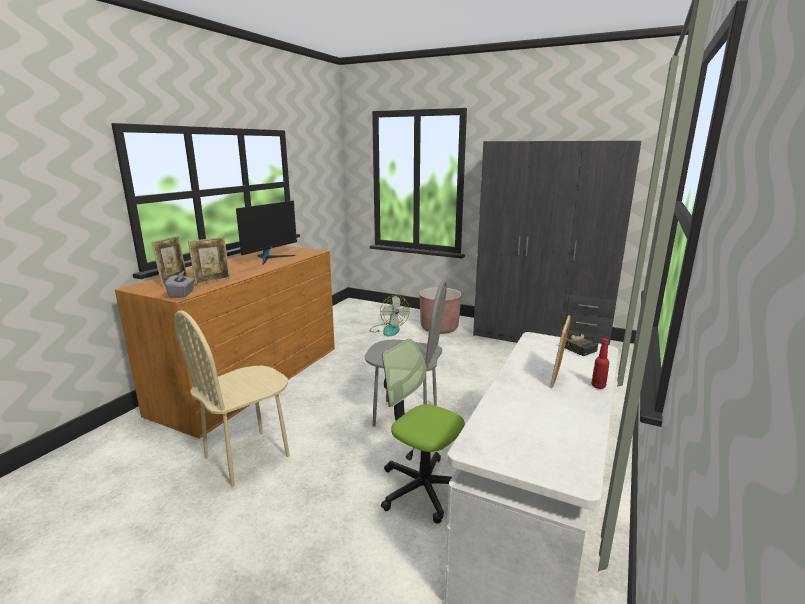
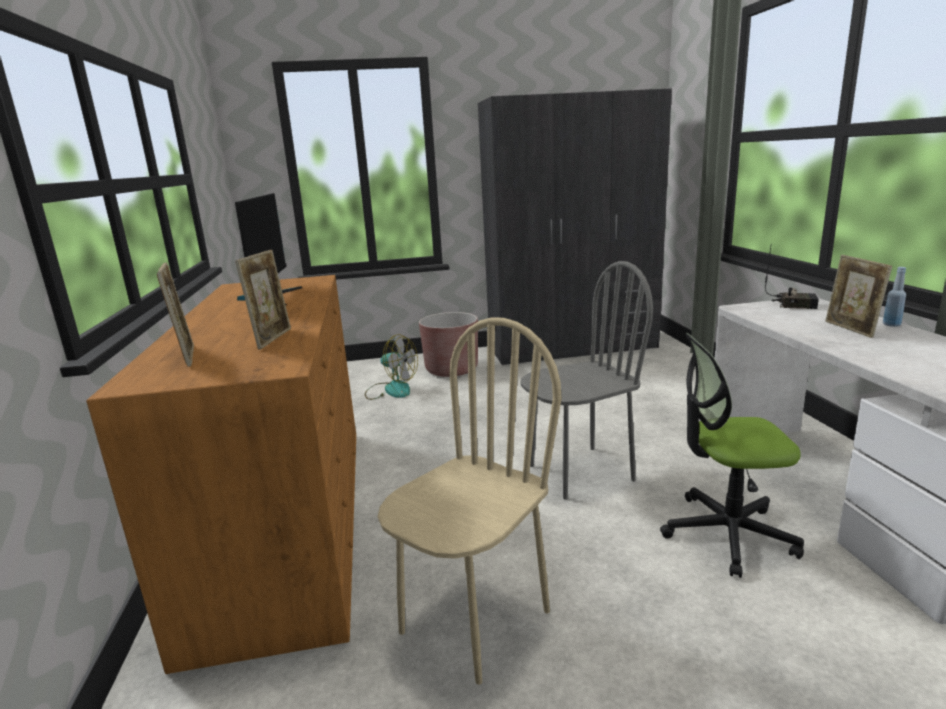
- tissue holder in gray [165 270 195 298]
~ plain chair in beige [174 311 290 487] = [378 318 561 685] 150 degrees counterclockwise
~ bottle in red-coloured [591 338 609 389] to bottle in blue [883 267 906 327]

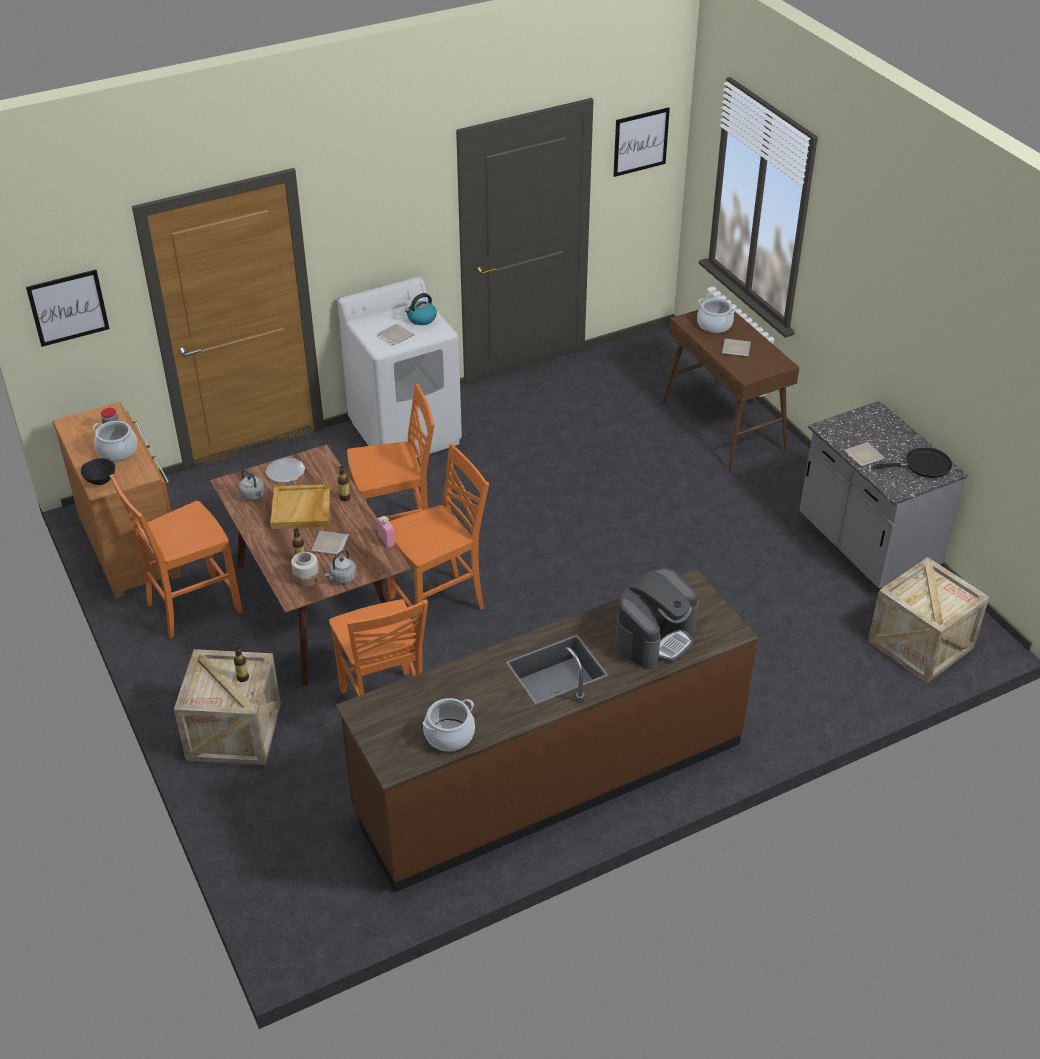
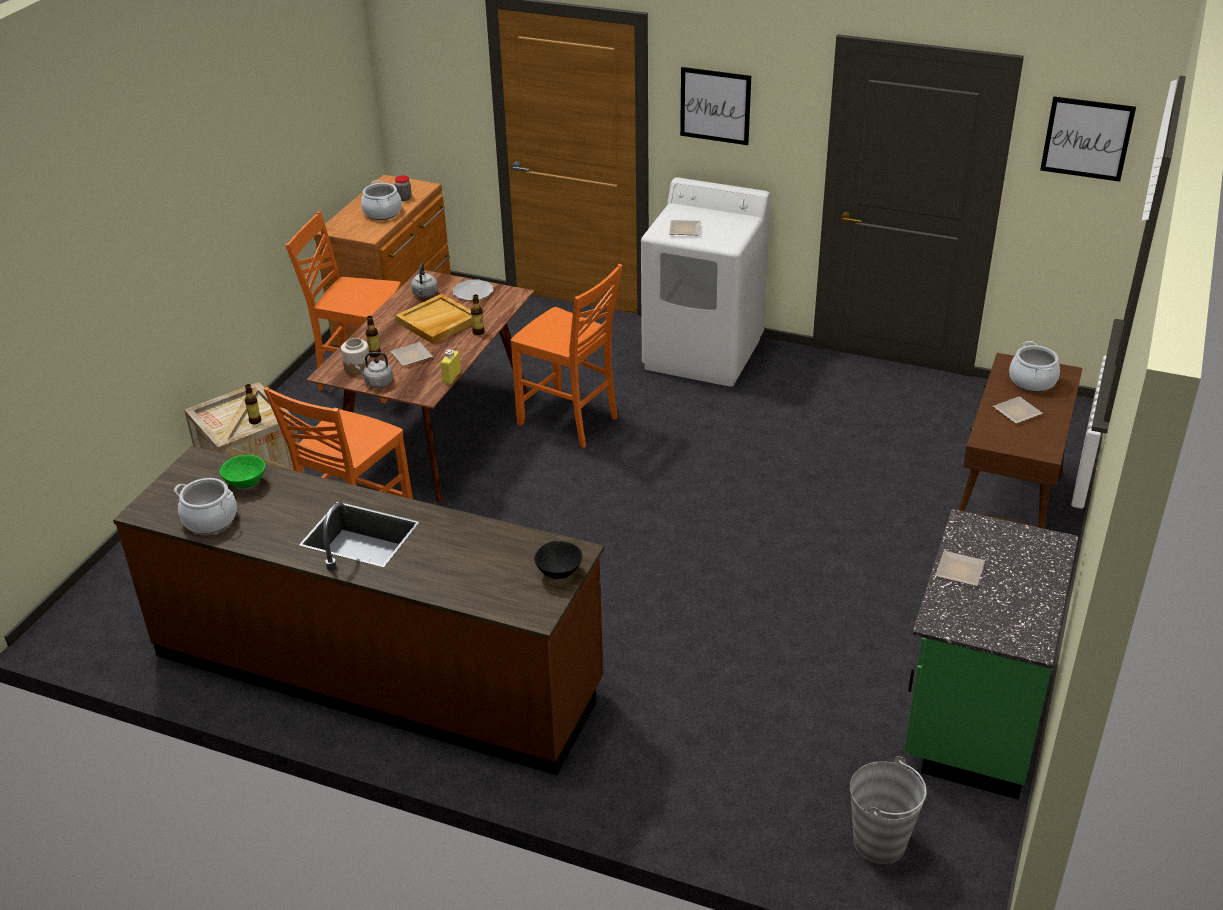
~ wall art [26 269 110 347] to [680 67 751 145]
- tea kettle [405 293 437 325]
~ kitchen counter in gray [799 401 968 589] to kitchen counter in green-coloured [904 509 1078 800]
- plain chair in orange [387 443 489 629]
- skillet in black-coloured [873 447 952 478]
~ bowl in black-coloured [81 458 115 485] to [534 541 582 579]
~ bottle in pink [377 516 395 548] to bottle in yellow-coloured [441 349 461 384]
~ packing crate [868 557 989 683] to pail in gray [850 756 927 864]
- coffee machine [615 568 698 669]
+ bowl in green-coloured [219 455 265 488]

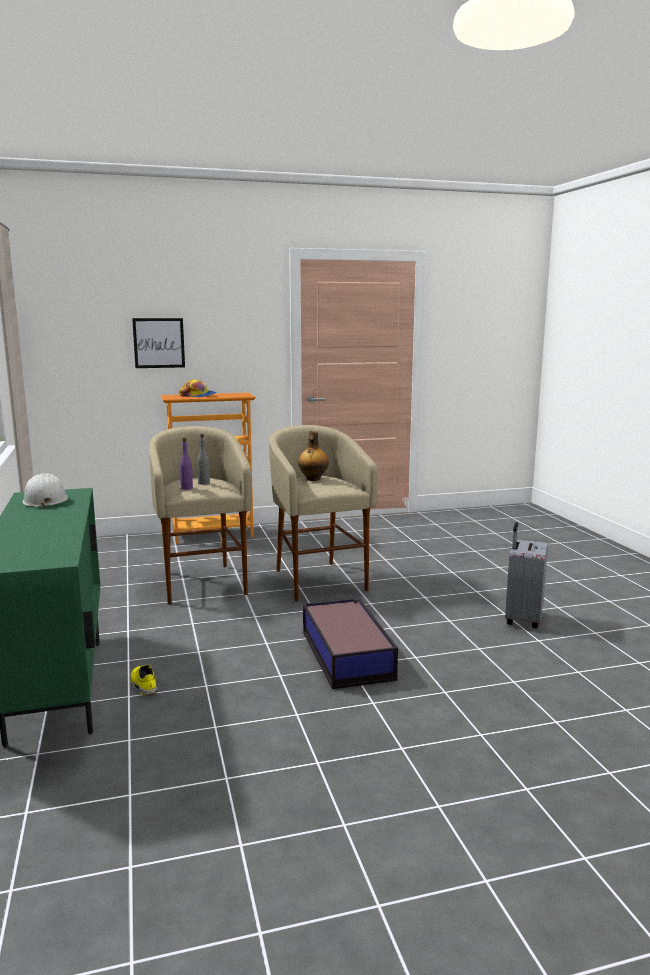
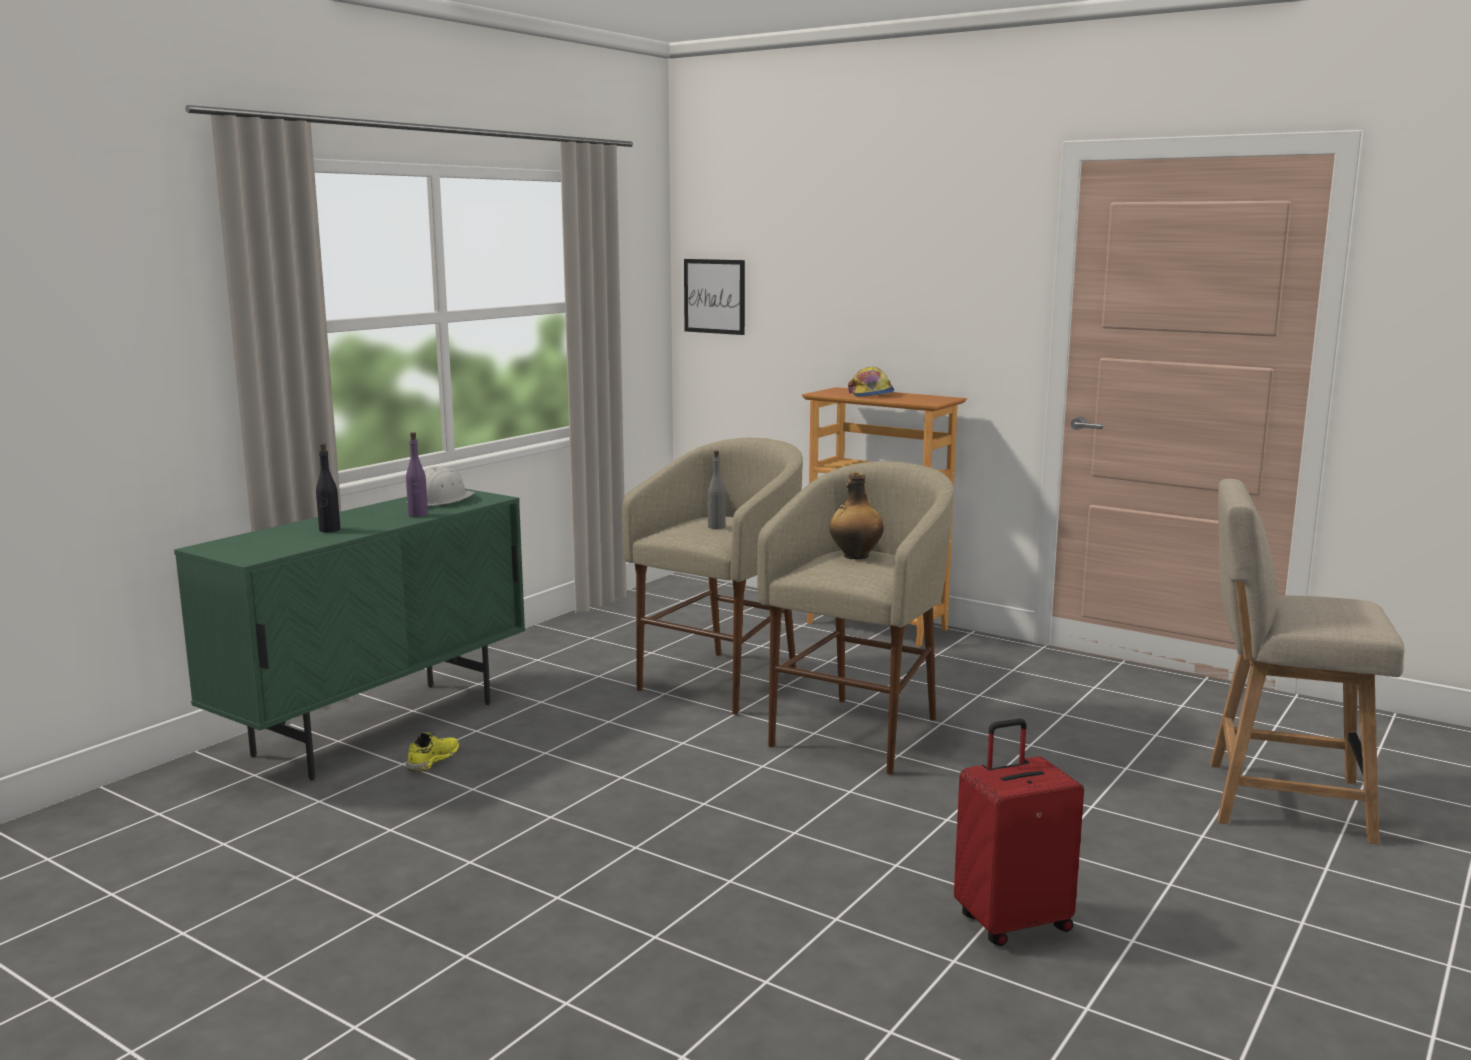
~ wall art [132 318 185 368] to [684 259 745 335]
~ bottle in purple [180 437 193 490] to [406 432 428 517]
~ suitcase in gray [505 522 548 629] to suitcase in red-coloured [954 718 1084 946]
- storage container [303 598 398 689]
+ bottle in black-coloured [316 443 340 532]
+ plain chair in beige [1210 479 1404 844]

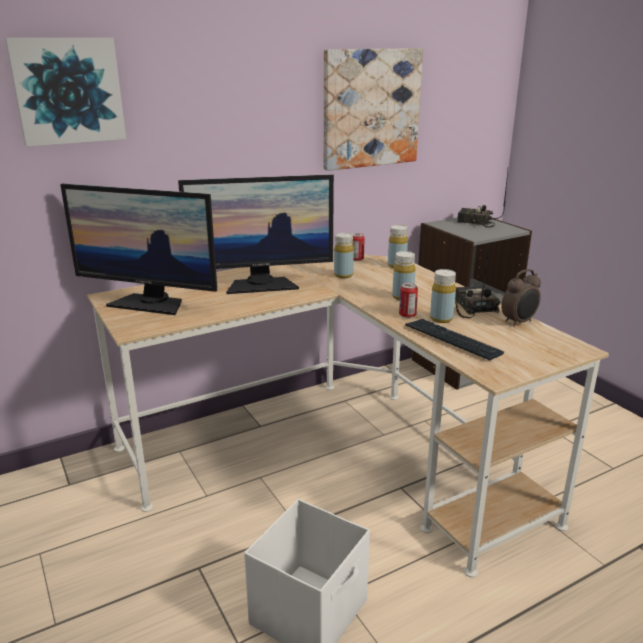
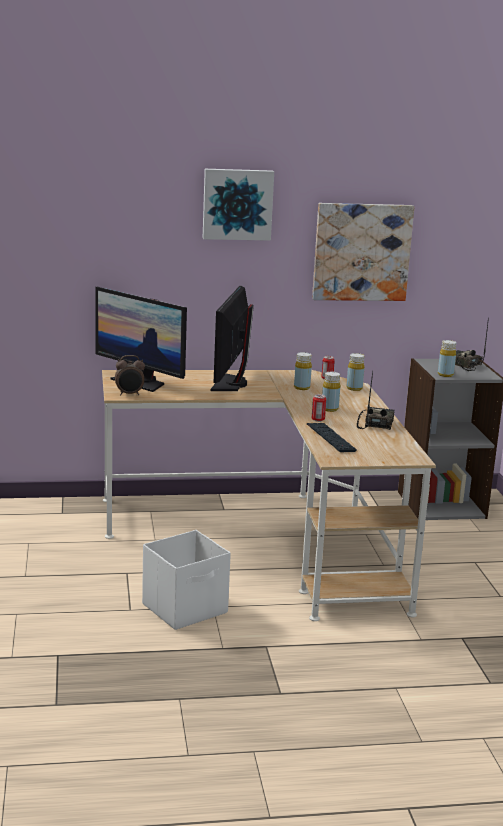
~ wall art [5 38 126 147] to [203 169 274 241]
~ computer display [178 174 334 294] = [211 286 254 391] 90 degrees clockwise
~ bottle in yellow-coloured [430 269 456 323] to [438 340 456 377]
~ alarm clock [501 269 541 327] to [115 355 145 395]

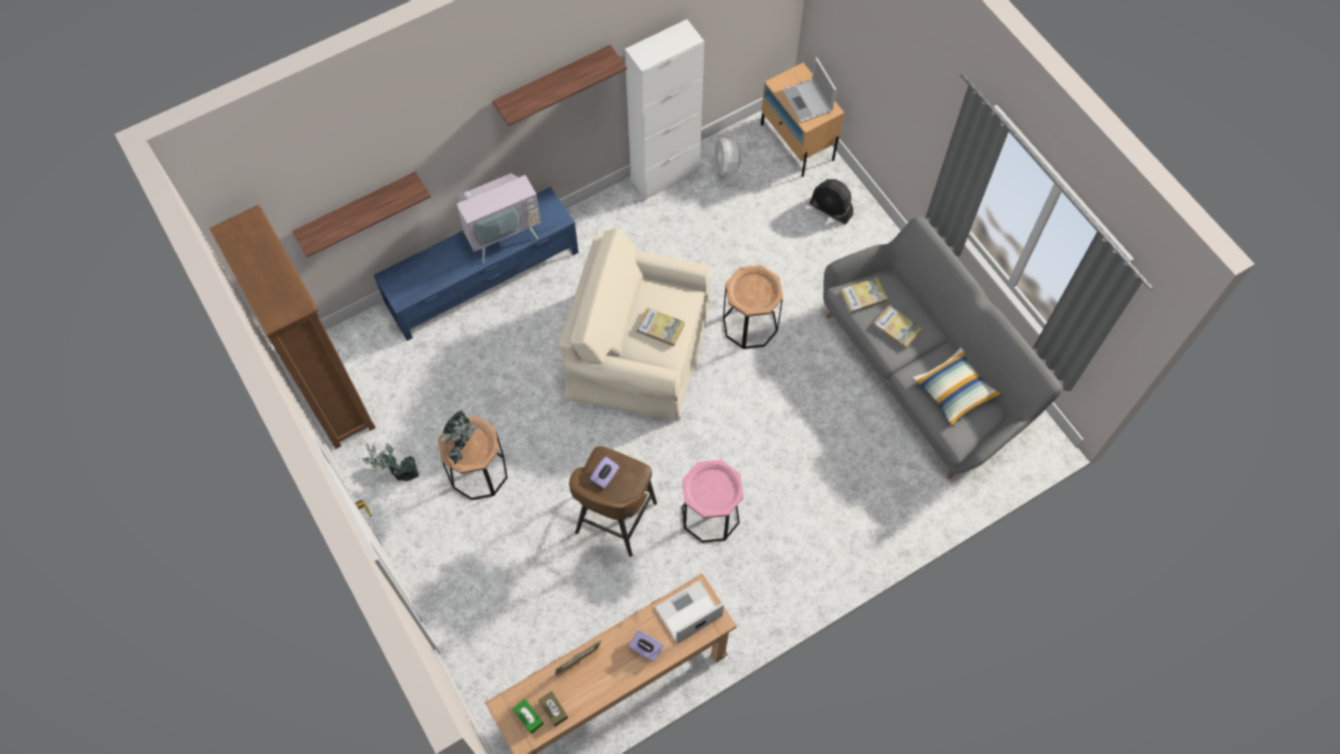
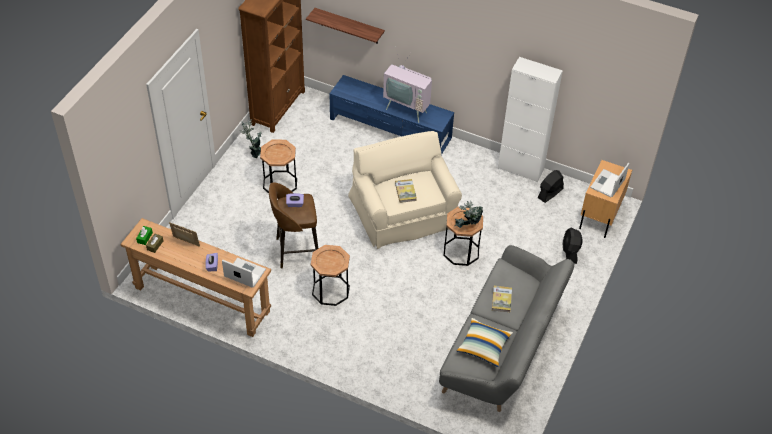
- shelf [492 45 627 126]
~ cooling fan in white [714 137 741 188] to cooling fan in black-coloured [538 170 564 203]
- bound book [840 277 888 314]
~ plant in a pot [441 410 479 465] to [455 201 483 228]
~ accent table in pink [682 460 744 543] to accent table in brown [311 245 350 306]

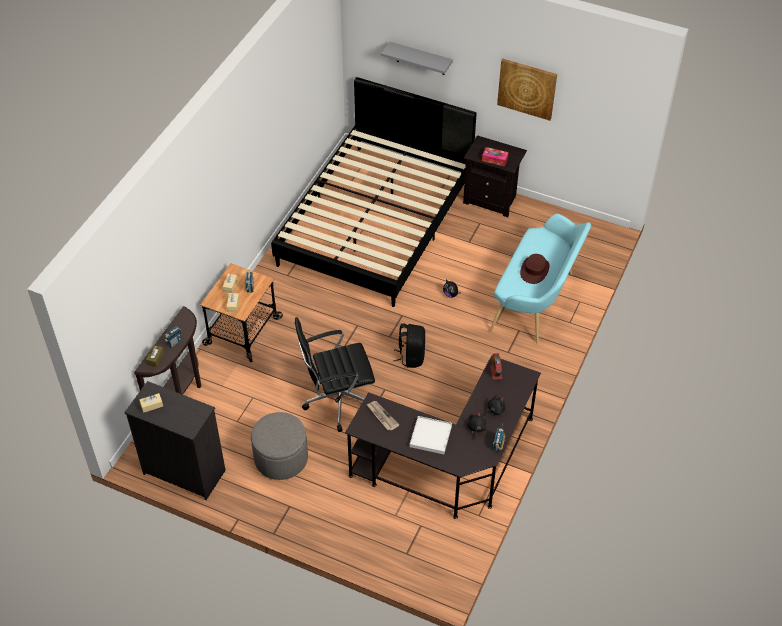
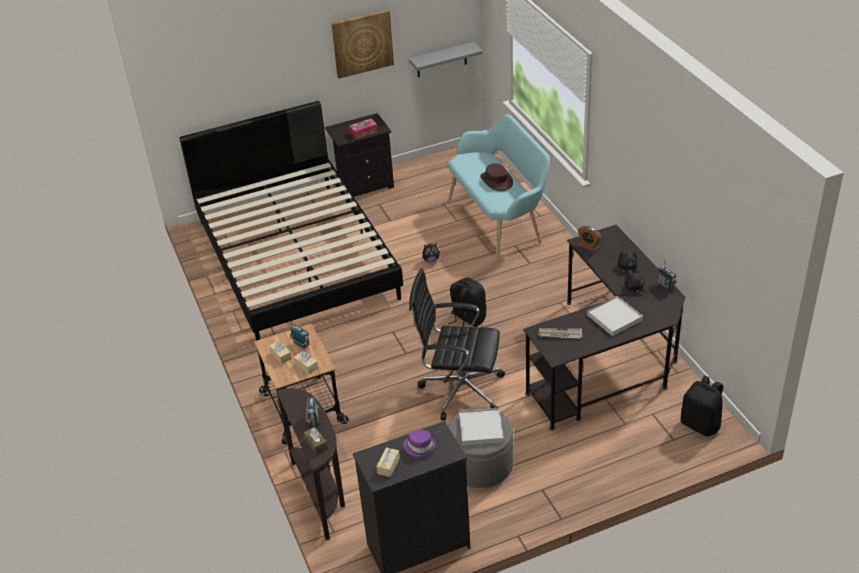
~ shelf in gray [381 42 453 75] to [409 42 483 77]
~ computer chair in black-coloured [295 317 375 432] = [409 268 505 420] 75 degrees clockwise
+ knapsack in black-coloured [681 375 723 436]
+ serving tray in white [459 408 504 445]
+ wearable hat in purple [403 430 436 457]

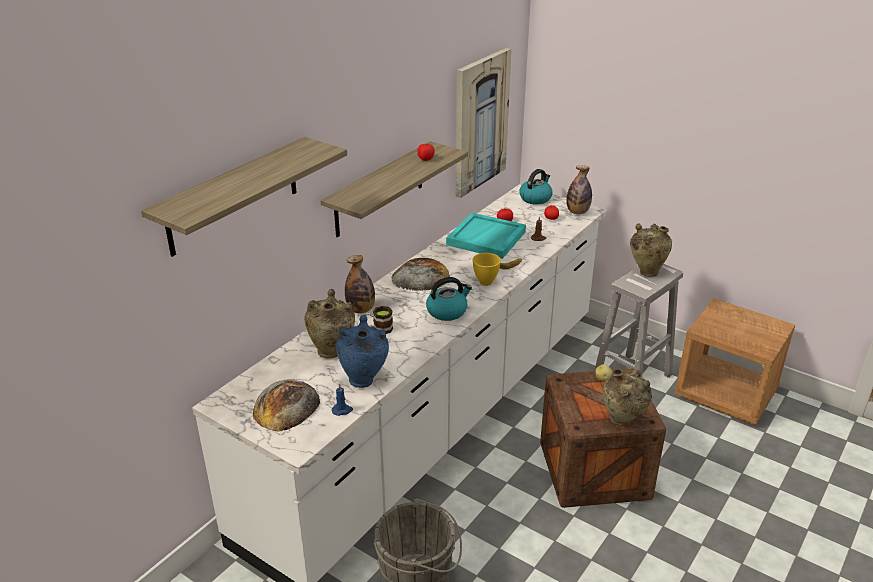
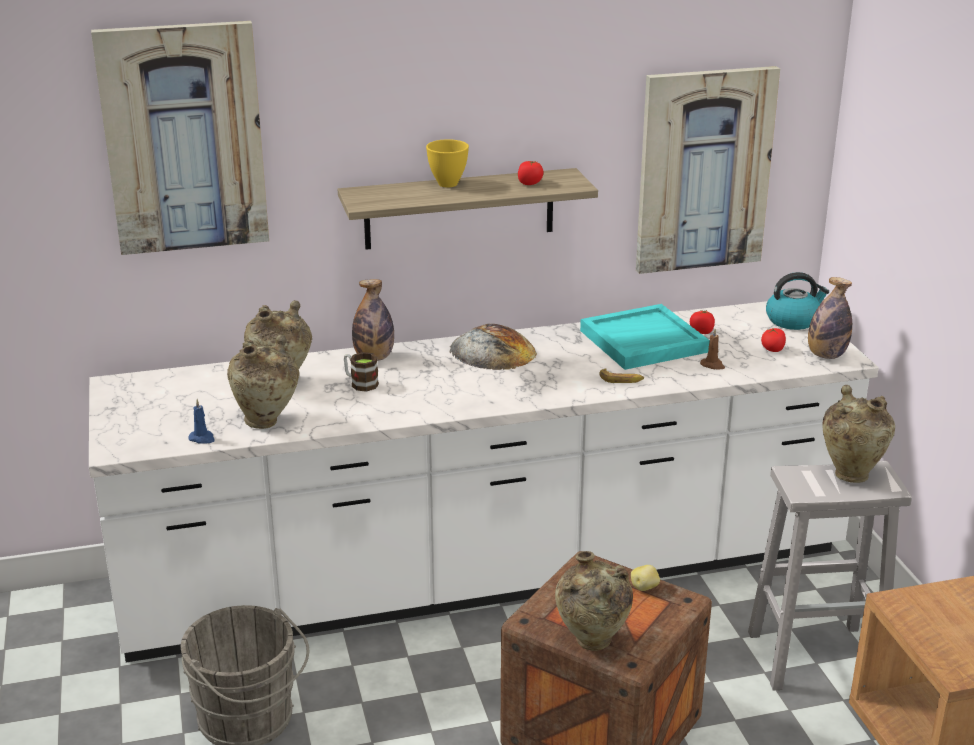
~ shelf [141 137 347 257] to wall art [91 21 269 255]
~ bowl in yellow-coloured [473 253 501 286] to [426 139 469 187]
- tea kettle [426 277 472 321]
~ vase in blue [336 315 389 388] to vase in beige [227 334 300 429]
- bread [253 379 320 432]

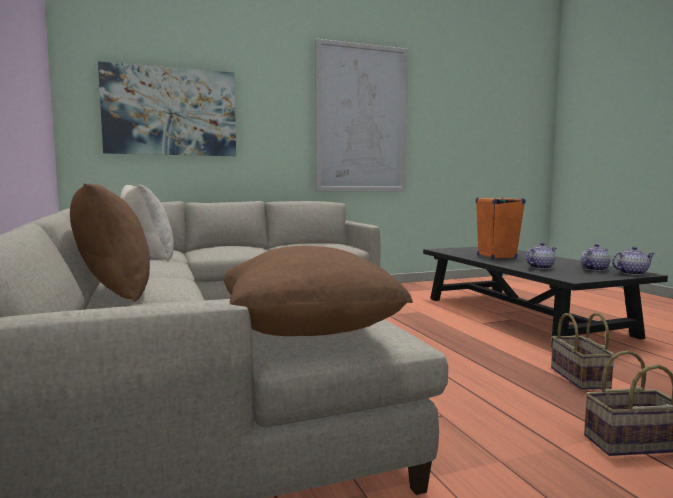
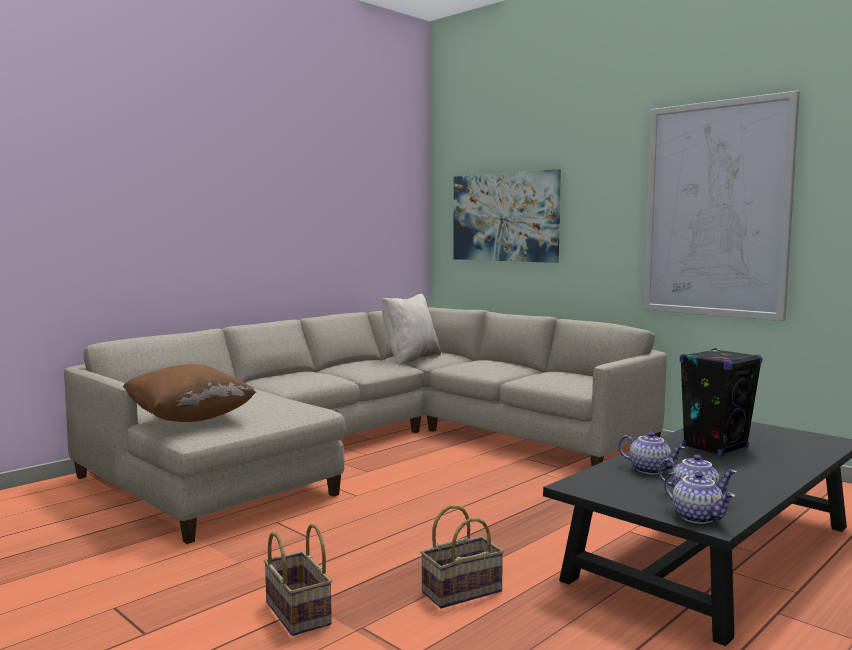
- cushion in brown [70 183 150 302]
~ loudspeaker in orange [476 198 526 259] to loudspeaker in black-coloured [680 348 762 456]

